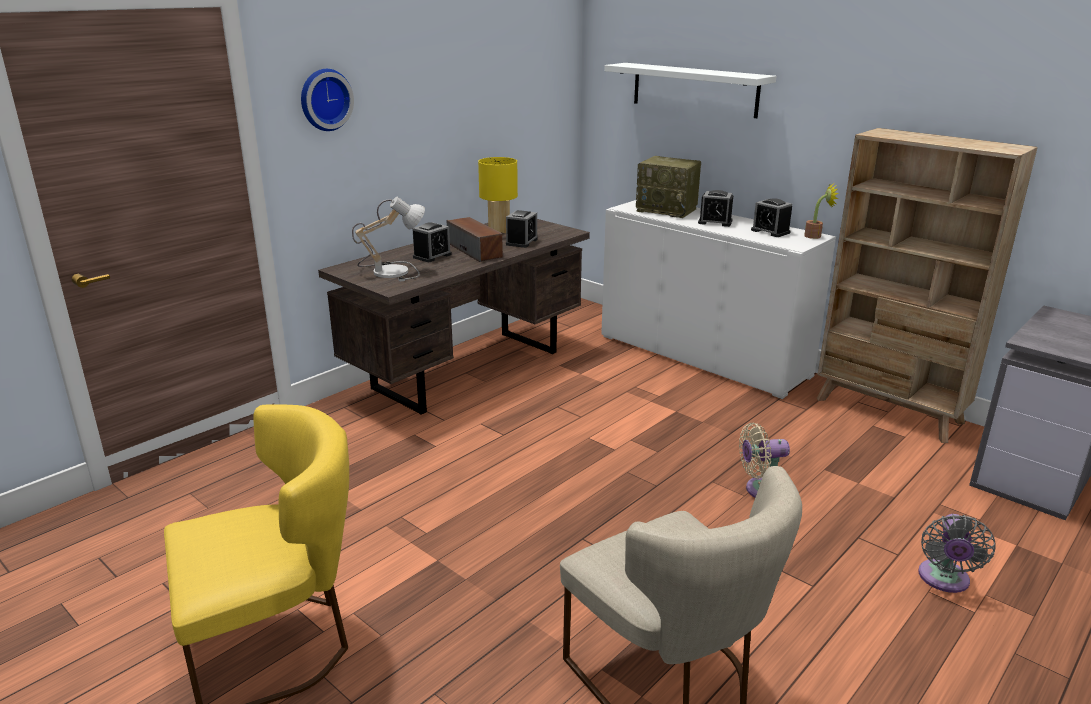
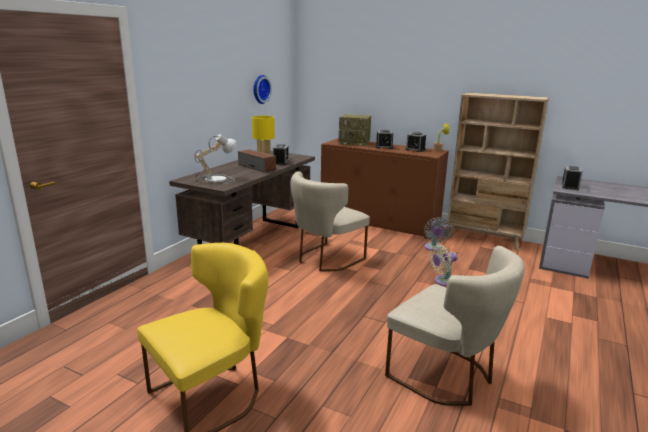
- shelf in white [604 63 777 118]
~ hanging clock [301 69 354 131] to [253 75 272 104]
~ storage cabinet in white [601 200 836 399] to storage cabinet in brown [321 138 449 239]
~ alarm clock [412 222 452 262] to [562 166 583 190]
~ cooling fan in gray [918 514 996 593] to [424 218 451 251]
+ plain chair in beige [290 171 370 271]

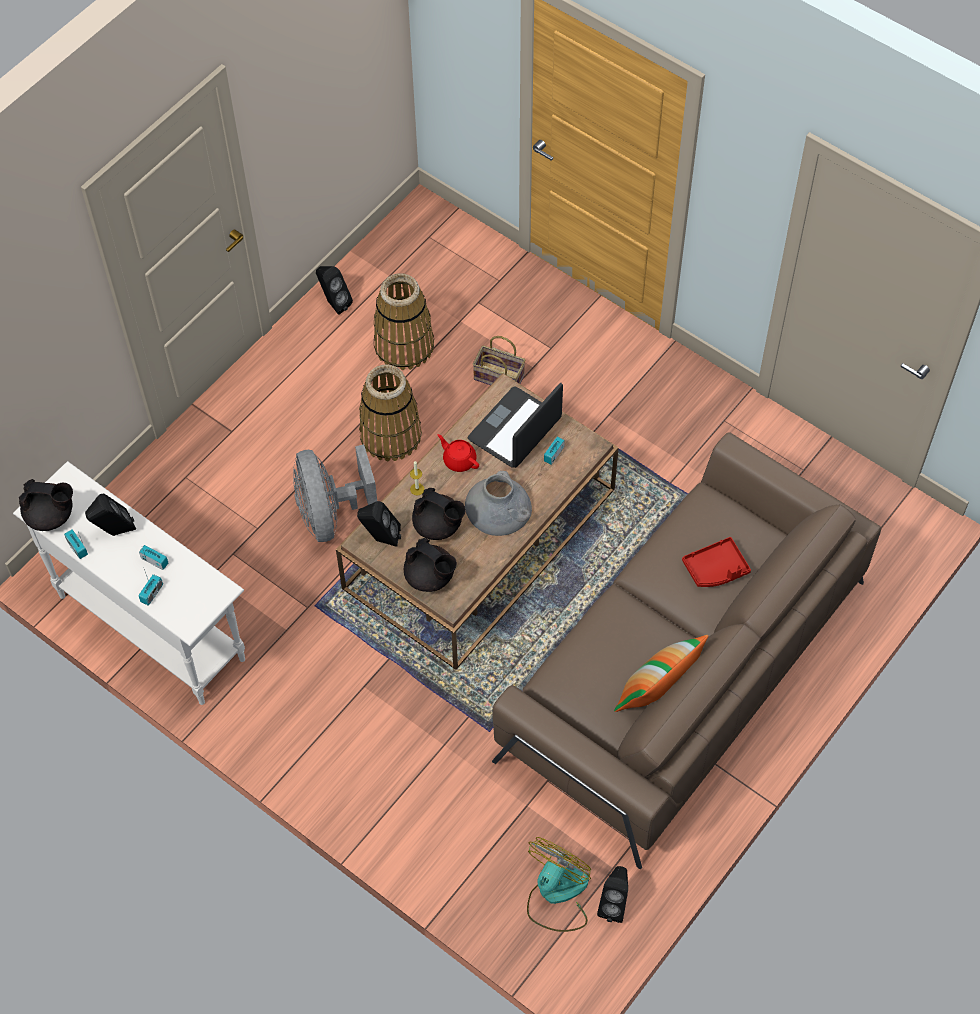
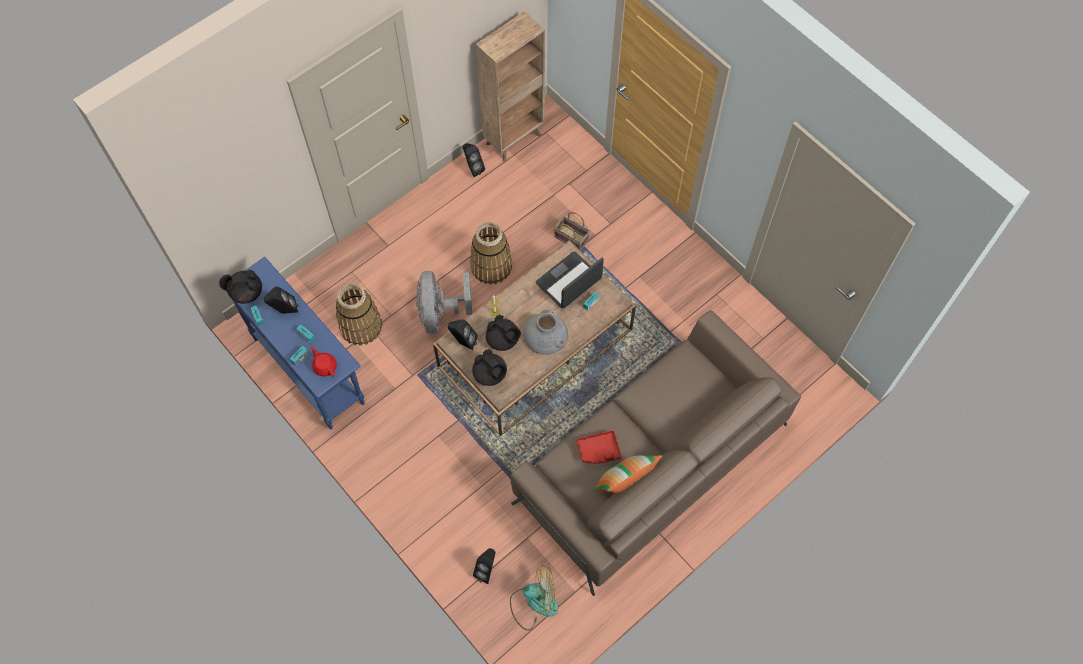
~ basket [374 273 434 370] to [336 284 382 346]
~ teapot in red-coloured [438 434 479 472] to [311 346 337 377]
~ console table in white [13 461 245 705] to console table in blue [226 257 365 429]
~ teapot in black-coloured [19 479 73 531] = [219 270 262 304] 150 degrees clockwise
~ serving tray in red-coloured [682 537 751 587] to [576 430 622 464]
~ cooling fan [527 837 591 932] = [510 565 558 631] 45 degrees clockwise
~ loudspeaker in black-coloured [597 866 628 923] to [473 548 496 584]
+ bookcase in brown [476 11 545 161]

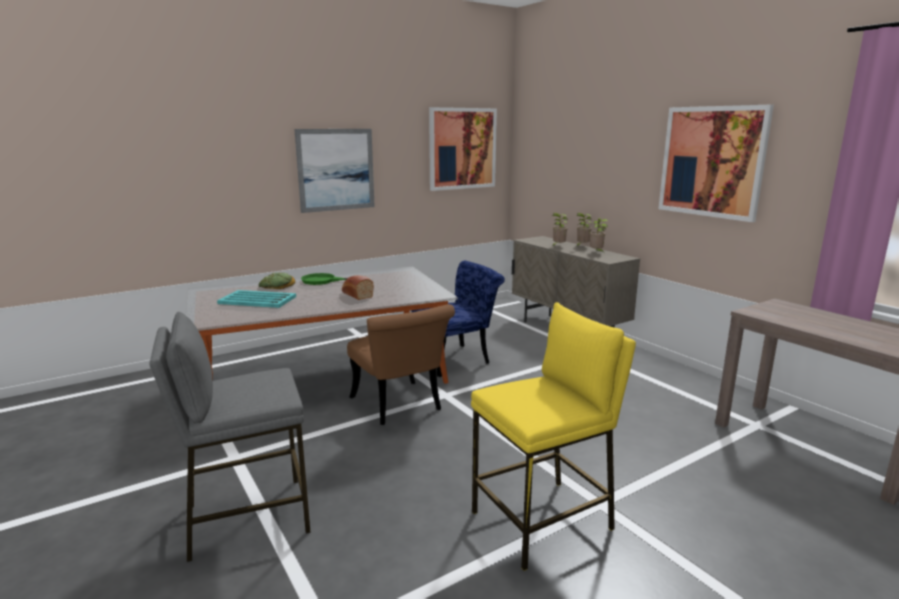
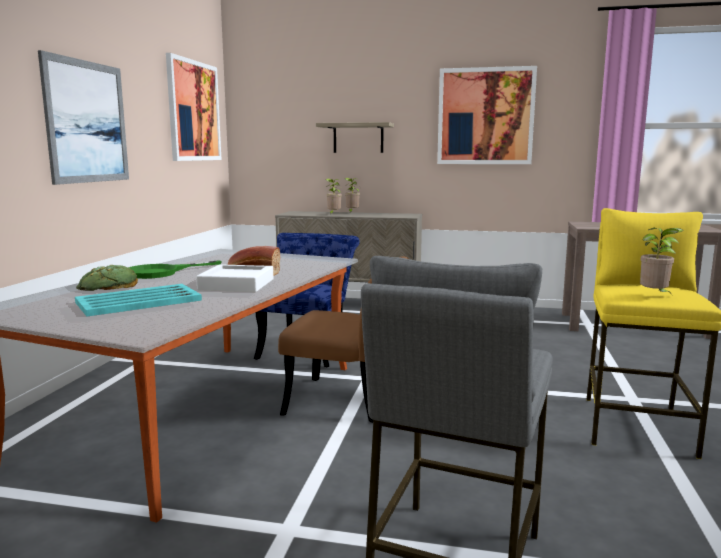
~ plant in a pot [590 218 608 254] to [640 228 684 293]
+ shelf [316 122 394 153]
+ serving tray in white [196 264 274 292]

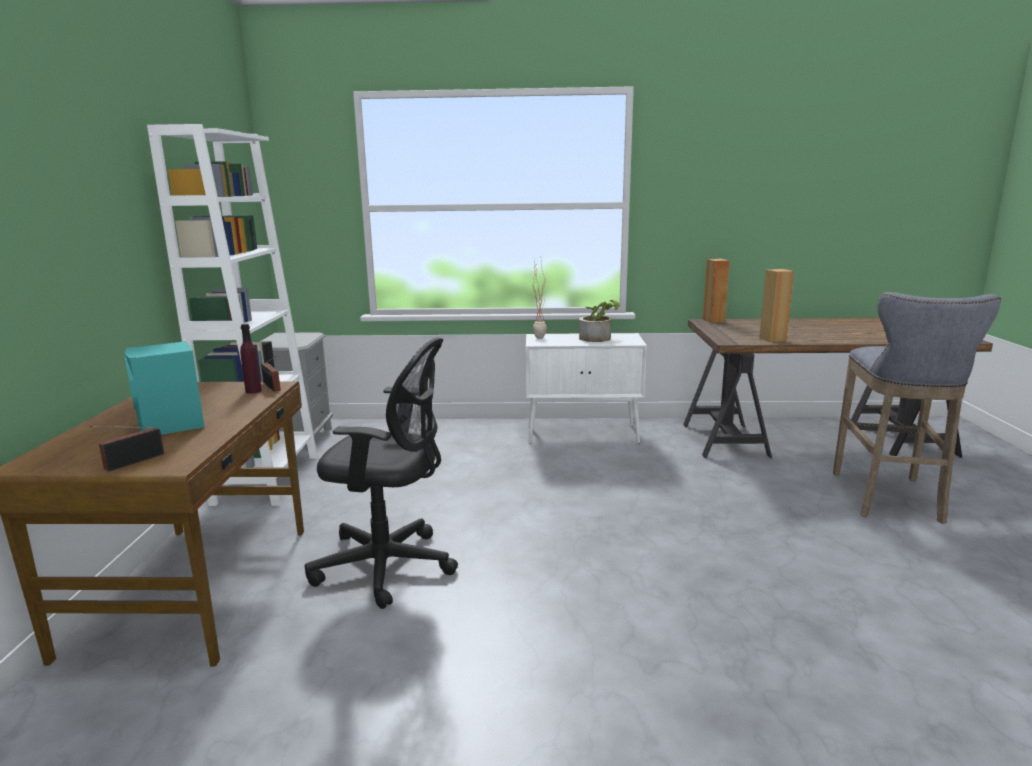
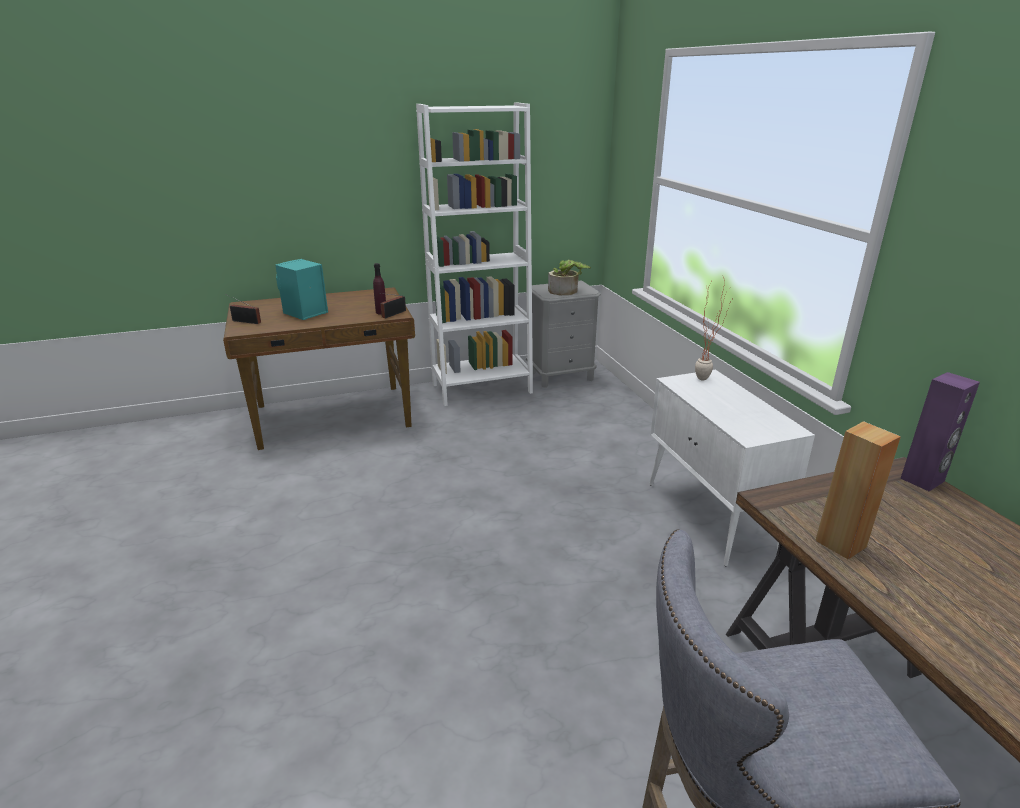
~ loudspeaker in brown [702 259 730 323] to loudspeaker in purple [900 372 980 491]
~ plant in a pot [579 300 620 342] to [548 260 591 295]
- computer chair in black-coloured [305 338 458 609]

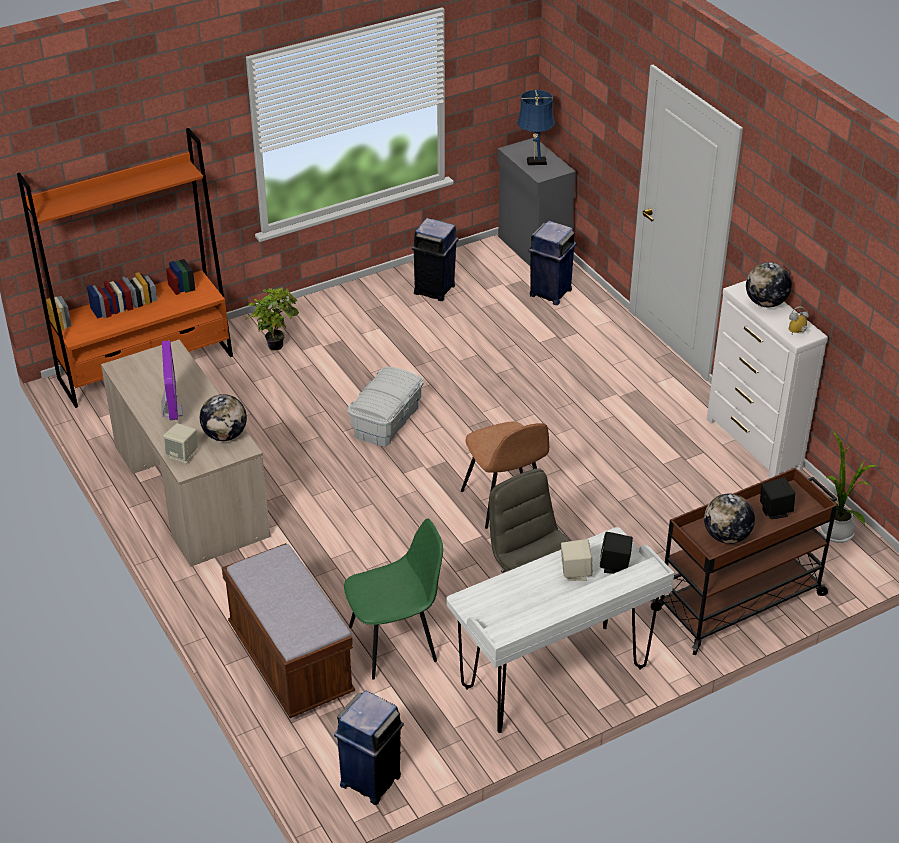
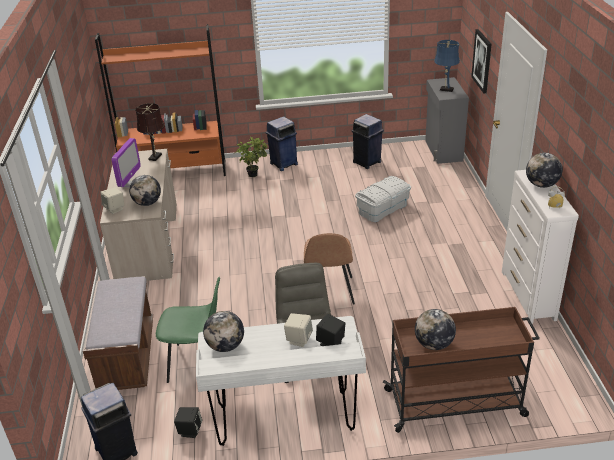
~ waste bin in blue [528 221 576 305] to [266 116 298 171]
~ storage container in white [348 367 423 446] to [355 176 411 222]
- plant in a pot [820 431 879 543]
~ loudspeaker in black-coloured [760 478 795 519] to [174 407 202 438]
+ wall art [471 29 491 93]
+ lamp for a table in brown [135 103 165 161]
+ globe [203 311 244 352]

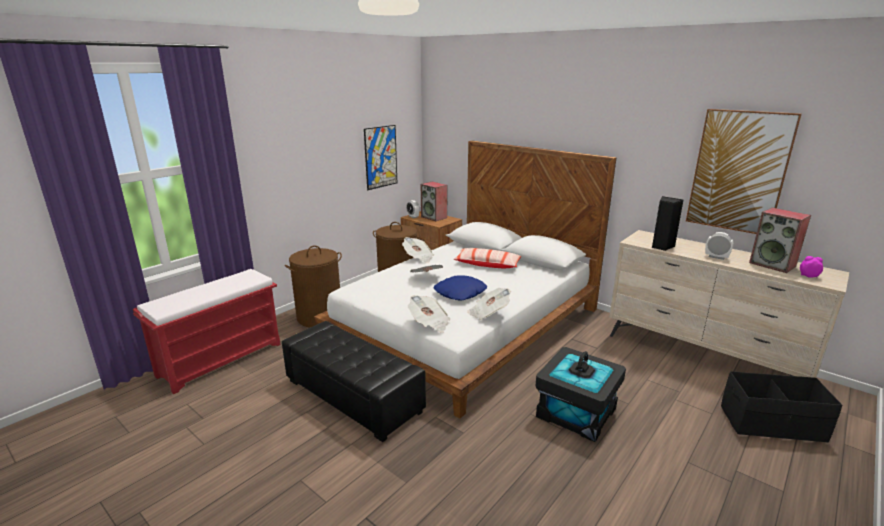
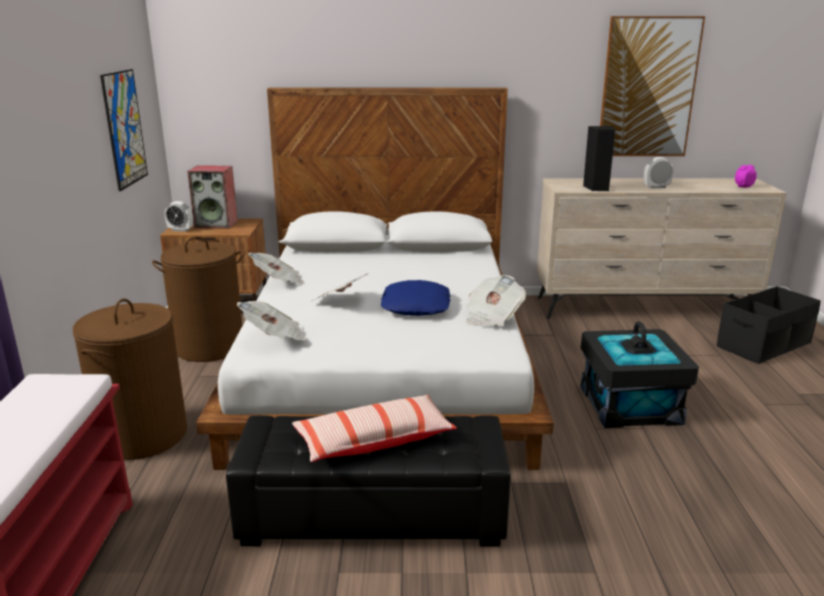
- loudspeaker [749 208 811 273]
~ cushion [453 248 521 268] to [292 395 457 462]
~ daily paper [408 295 450 332] to [237 301 307 341]

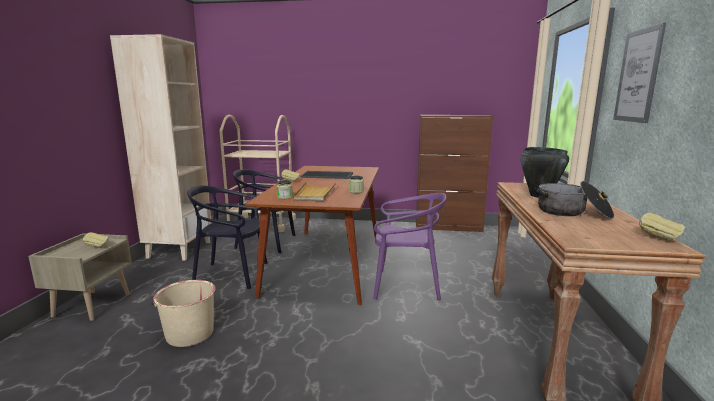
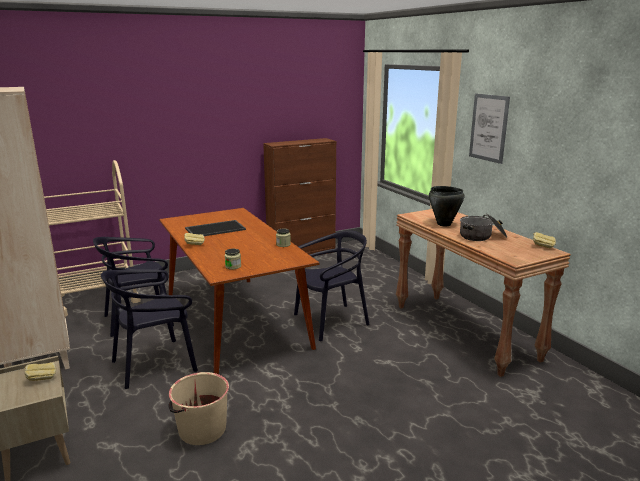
- serving tray in beige [293 182 336 201]
~ plain chair in purple [373 193 447 301] to plain chair in black-coloured [294 230 370 341]

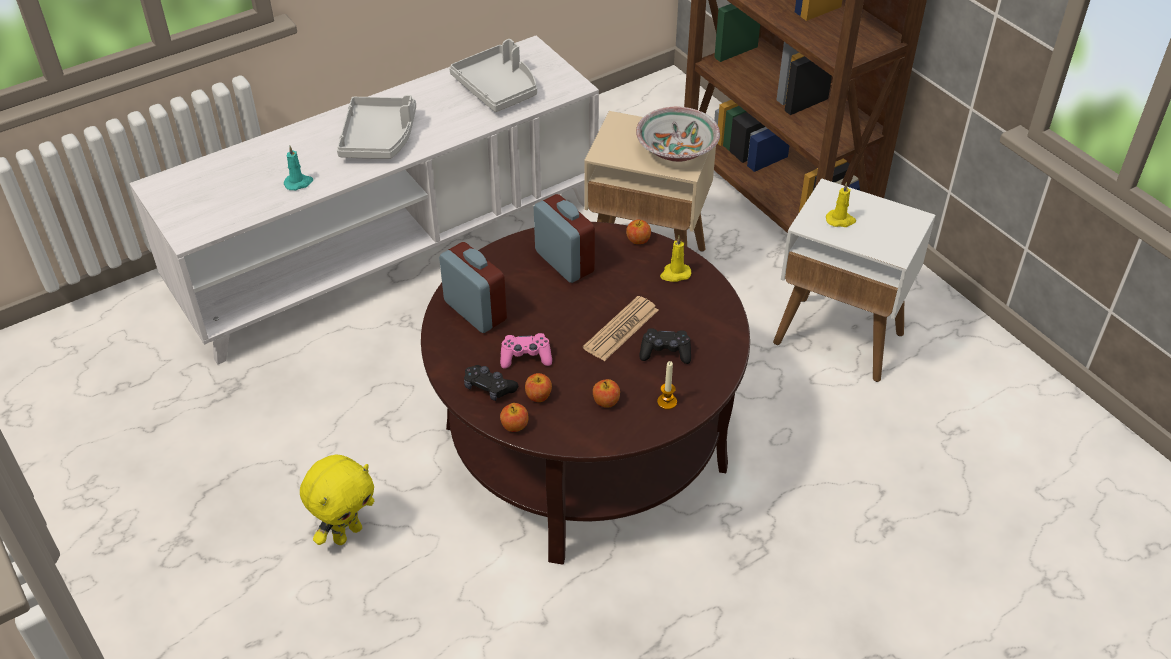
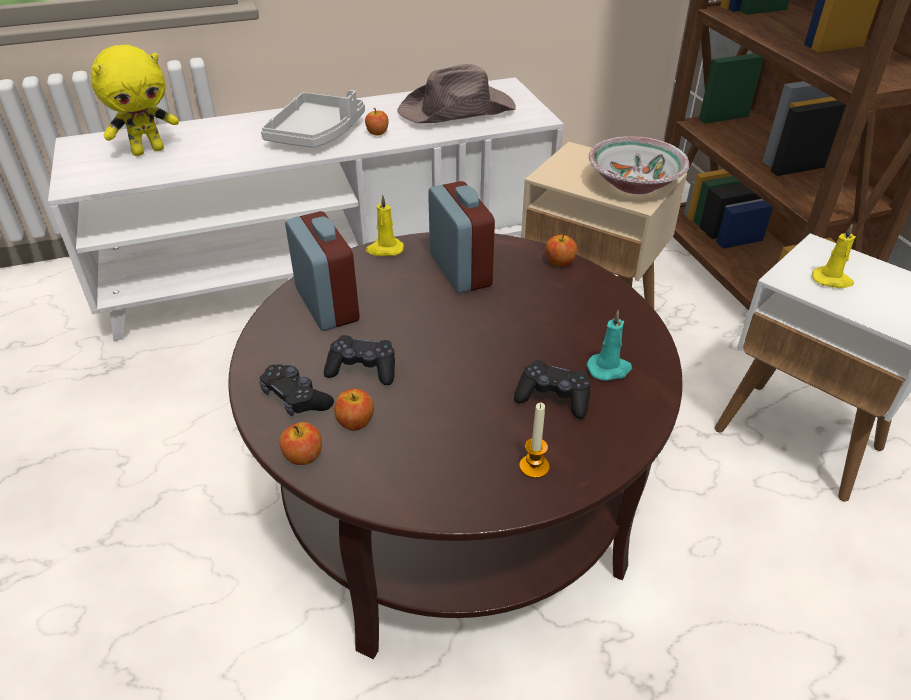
~ serving tray in gray [449 39 537 112] to wearable hat in brown [397 64 516 123]
~ wax candle in turquoise-coloured [284 146 313 190] to [587 310 632 381]
~ wax candle in yellow-coloured [660 235 691 282] to [366 194 404 256]
- daily paper [583 296 658 361]
~ game controller in pink [500 333 552 369] to game controller in black-coloured [324 335 395 385]
~ whole apple [593 379 620 408] to [365 108 389 136]
~ cuddly toy in yellow-coloured [300 455 374 545] to [91 45 179 156]

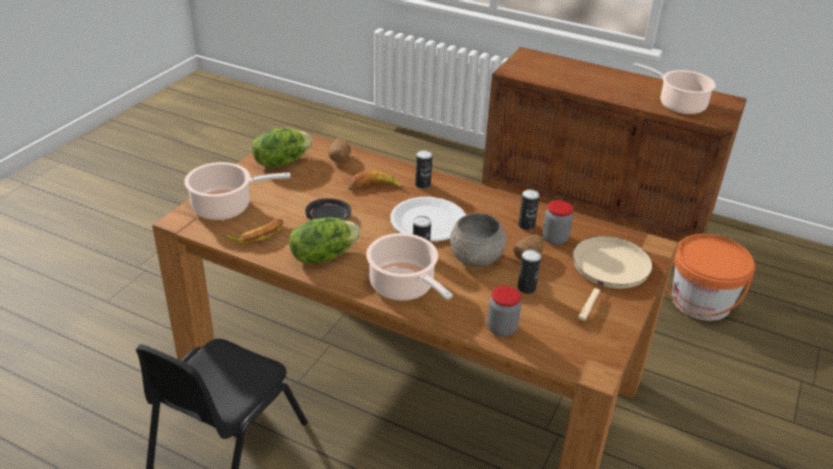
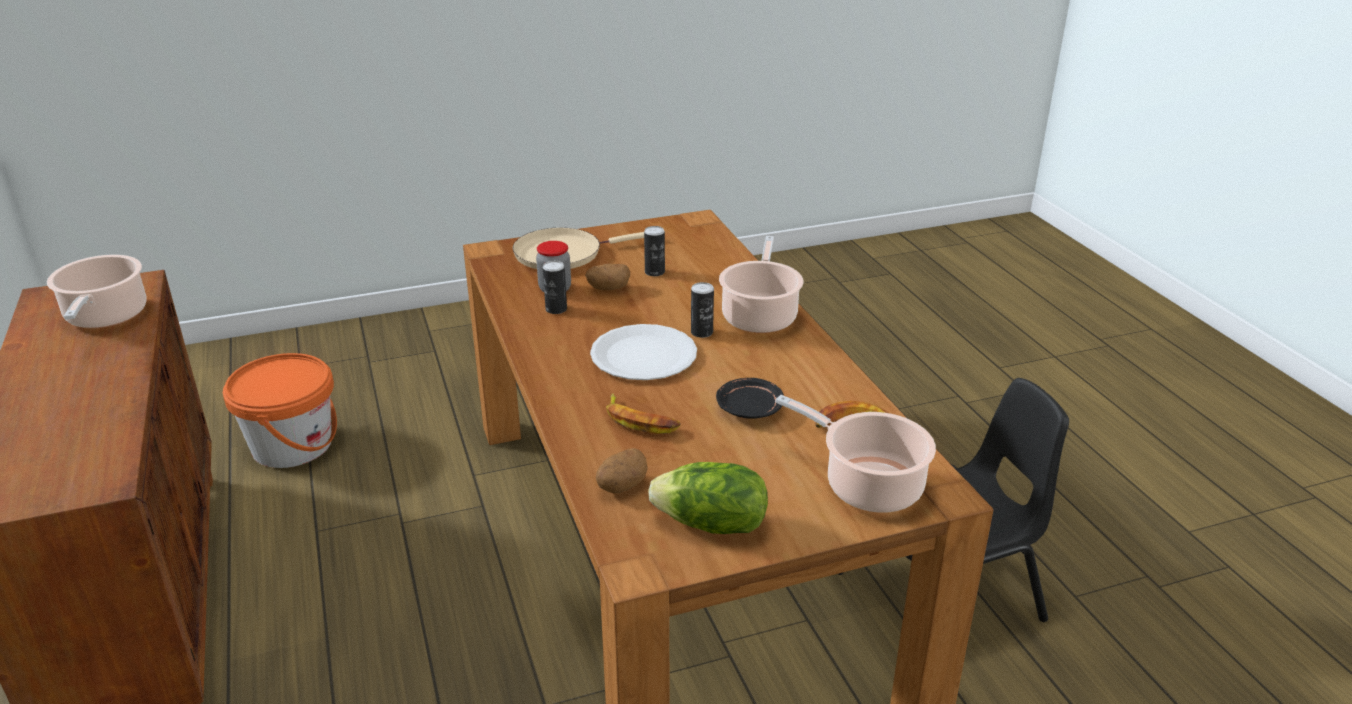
- can [415 150 432 189]
- bowl in gray [450 213 506 267]
- lettuce head [289 217 360 264]
- storage jar [487 286 521 337]

